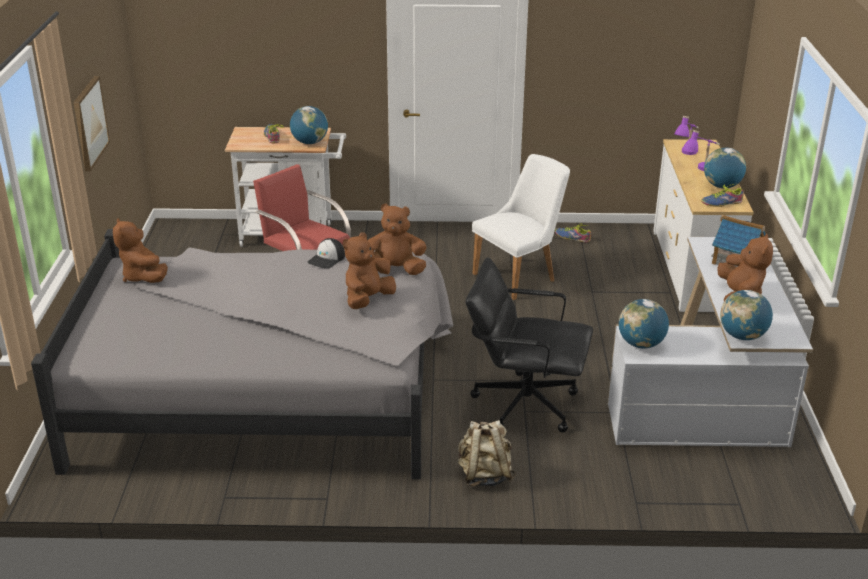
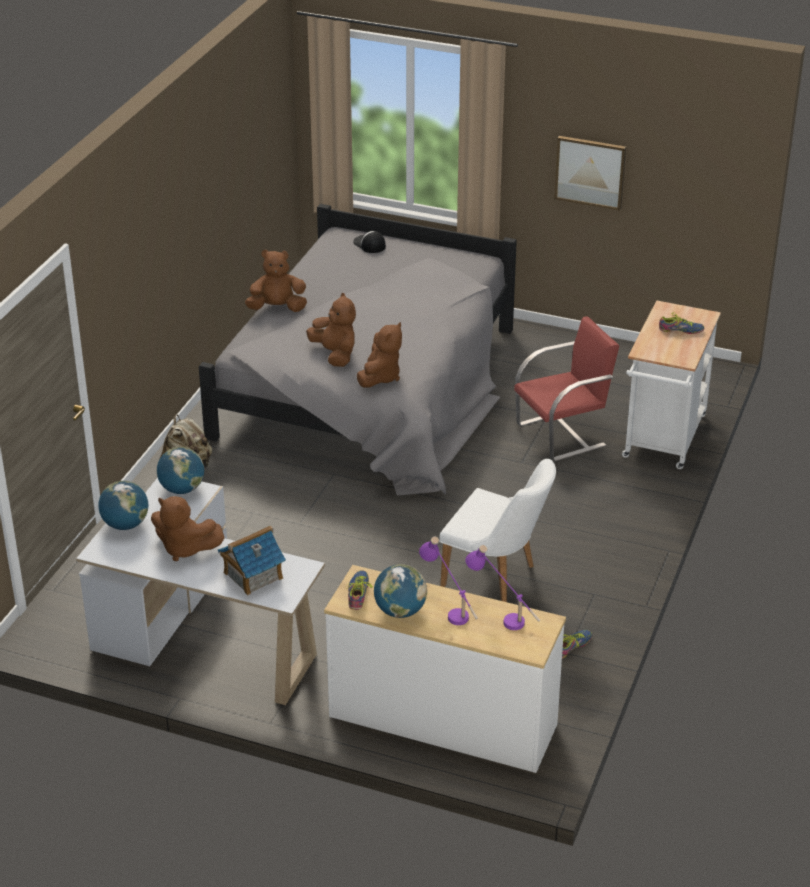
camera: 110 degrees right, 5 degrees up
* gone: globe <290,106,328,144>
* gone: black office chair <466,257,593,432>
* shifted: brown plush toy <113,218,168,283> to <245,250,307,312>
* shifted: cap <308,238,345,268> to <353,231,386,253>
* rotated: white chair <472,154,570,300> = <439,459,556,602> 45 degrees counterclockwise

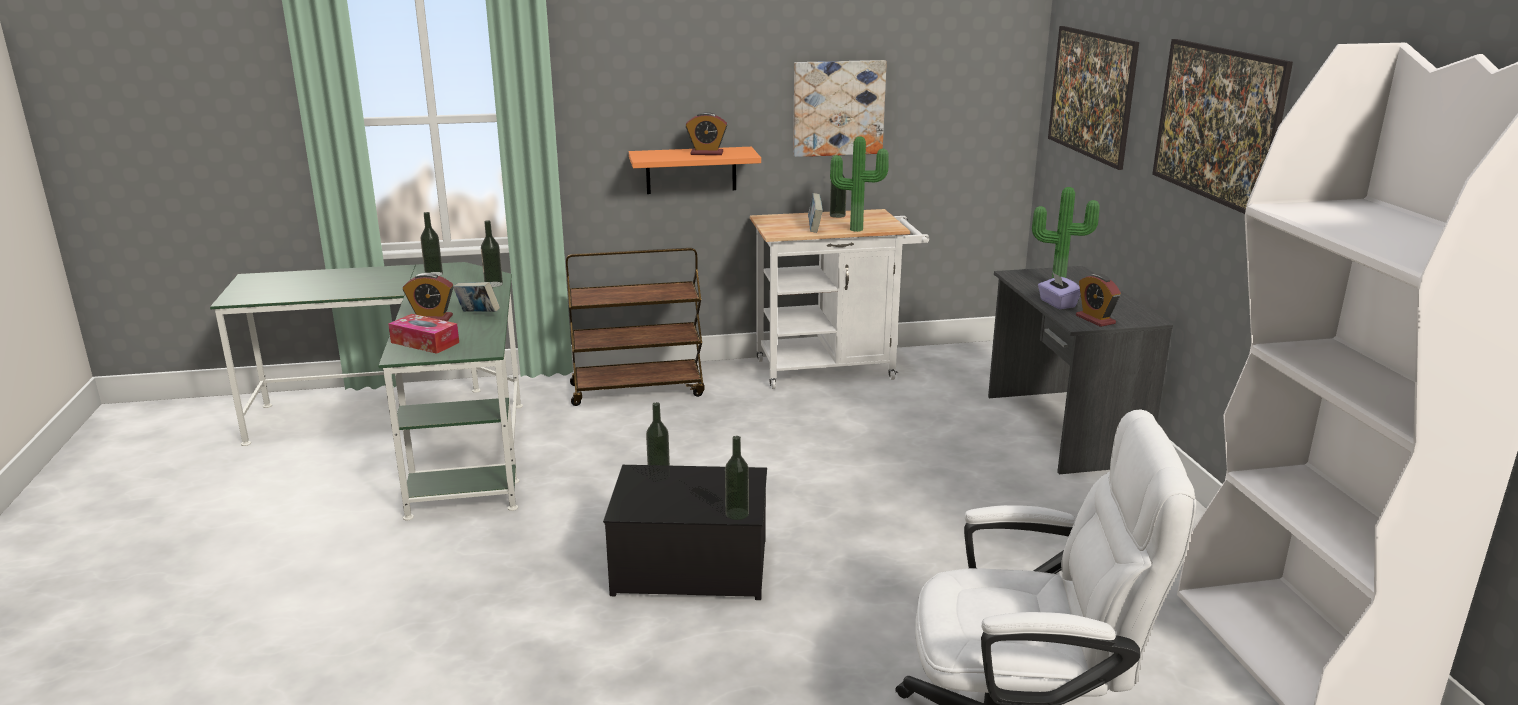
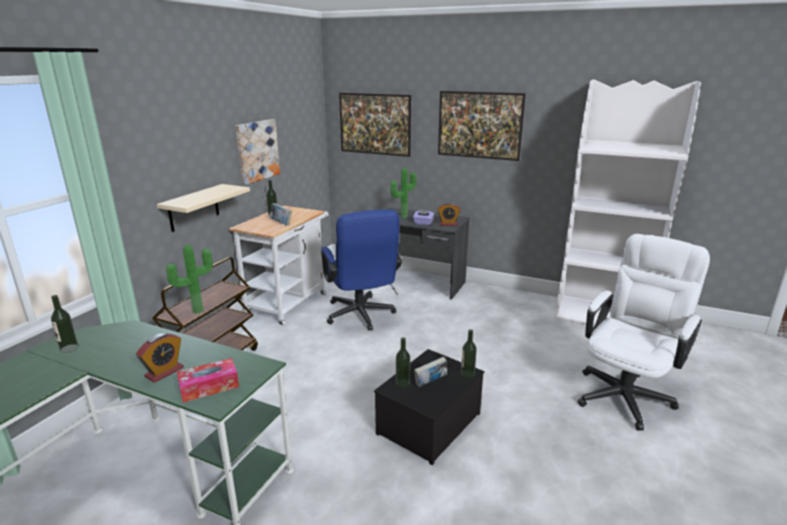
camera: 55 degrees left, 0 degrees up
* gone: bottle <481,220,503,287>
* gone: alarm clock <686,112,727,155>
* new: blue office chair <321,210,402,331>
* shifted: book <453,282,500,312> to <414,357,447,387>
* shifted: potted plant <830,136,889,232> to <166,245,213,314>
* repainted: orange shelf <629,147,761,194> to beige shelf <157,184,250,232>

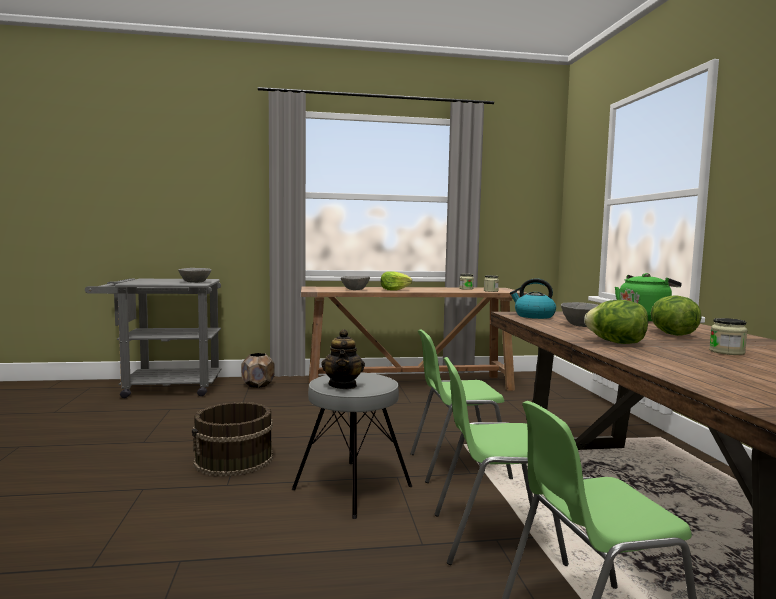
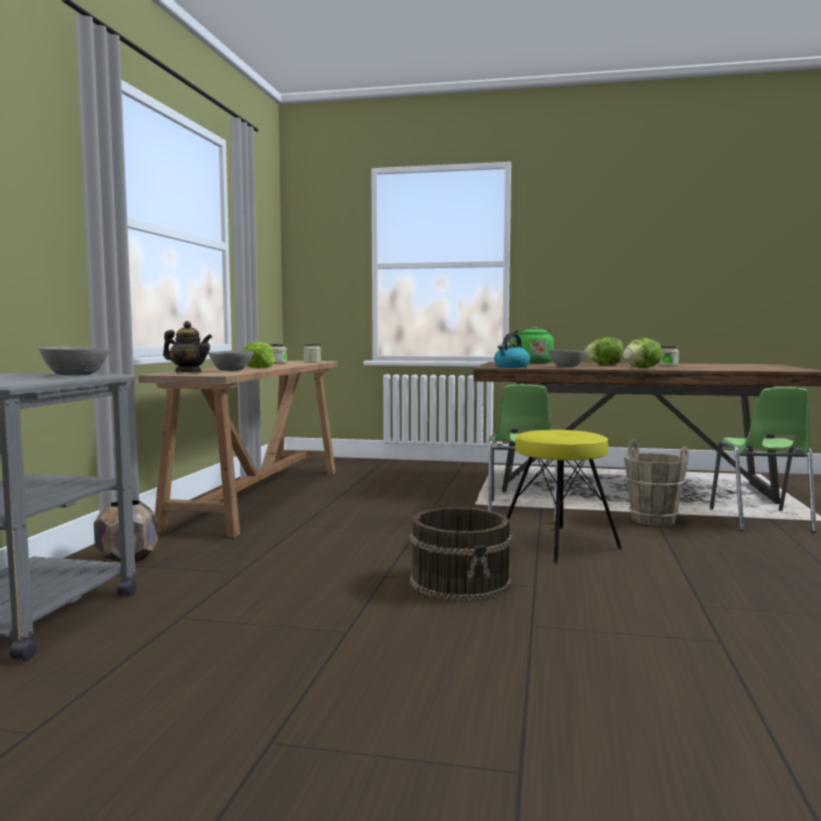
camera: 70 degrees left, 0 degrees up
* shifted: teapot <321,329,365,389> to <163,321,212,372>
* swapped: green chair <435,357,569,566> to brown bucket <624,440,689,526>
* repainted: grey stool <292,372,412,519> to yellow stool <507,430,622,563>

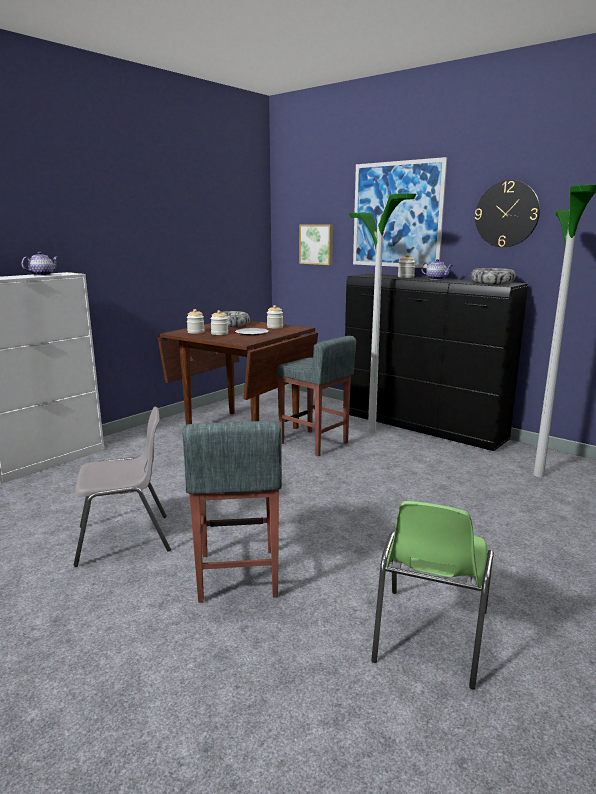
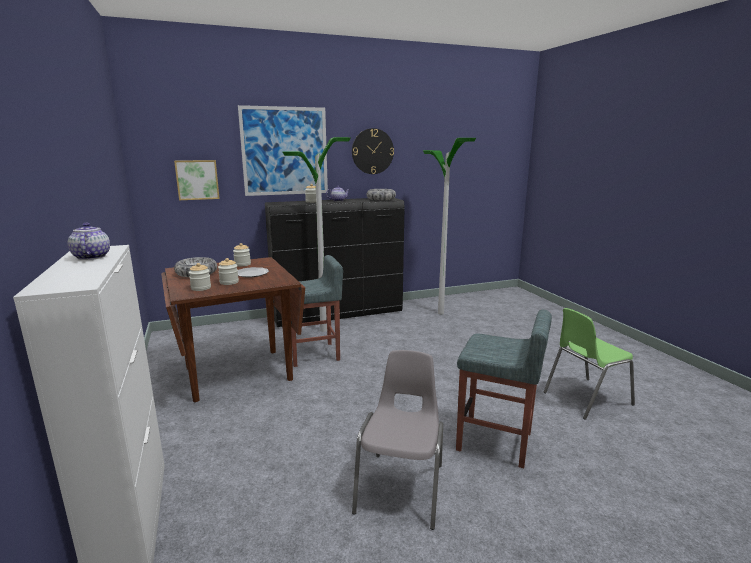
camera: 60 degrees left, 0 degrees up
* rotated: green chair <371,501,494,689> = <544,308,635,420> 105 degrees clockwise

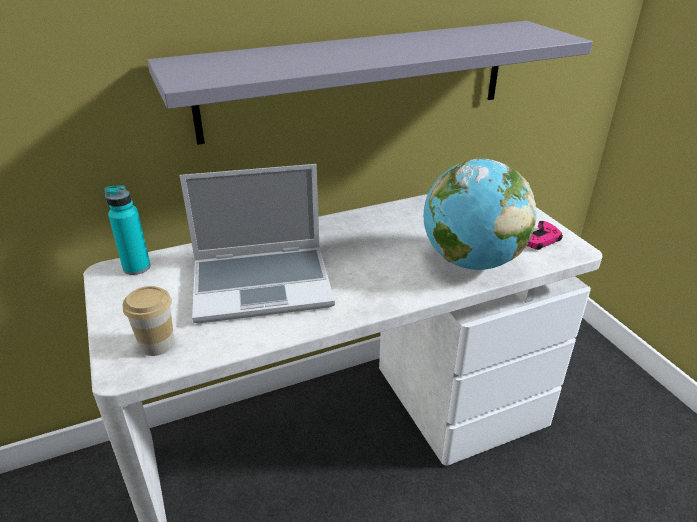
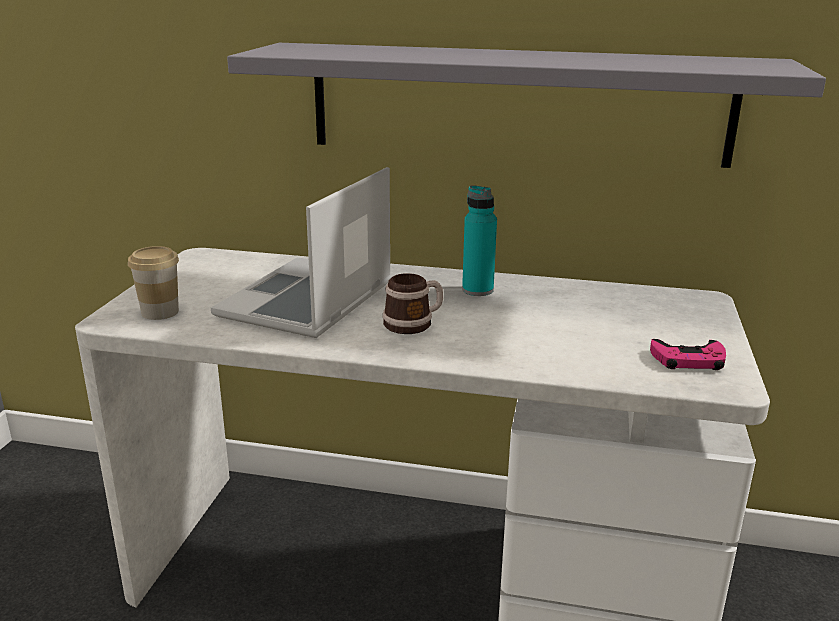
camera: 35 degrees right, 10 degrees down
* gone: globe <424,159,536,270>
* new: mug <383,273,443,334>
* shifted: turquoise bottle <104,185,151,275> to <462,185,497,296>
* rotated: laptop <180,164,335,323> = <211,167,391,338> 90 degrees clockwise

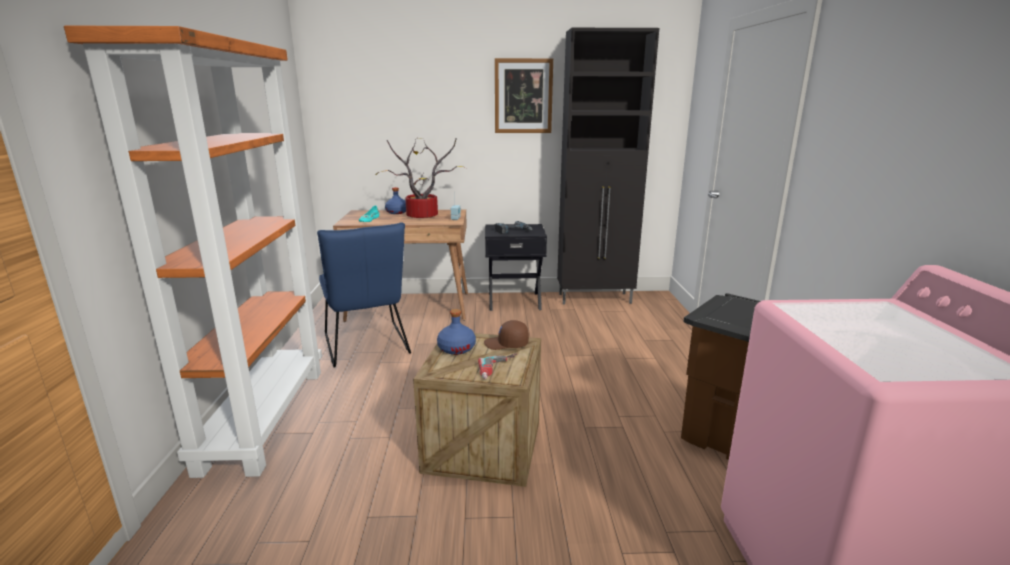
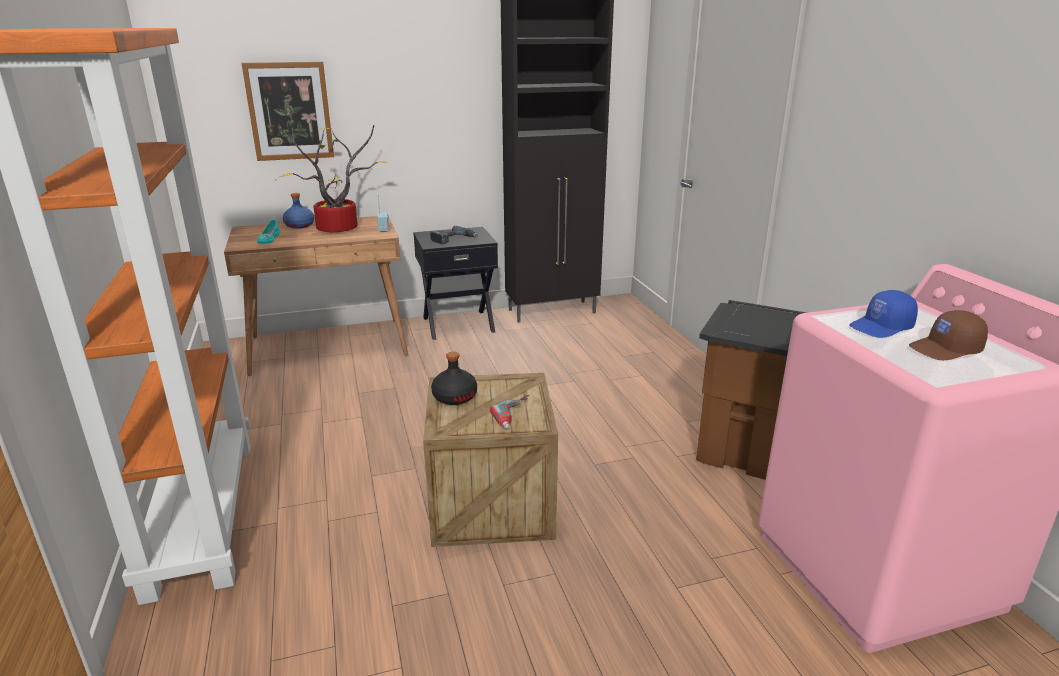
camera: 15 degrees left, 5 degrees up
* gone: blue chair <317,222,411,368>
* new: blue cap <849,290,918,338>
* shifted: brown cap <484,320,529,350> to <909,310,988,360>
* shifted: picture <495,58,553,133> to <242,62,334,161>
* repainted: blue bottle <437,309,476,355> to black bottle <431,351,477,405>

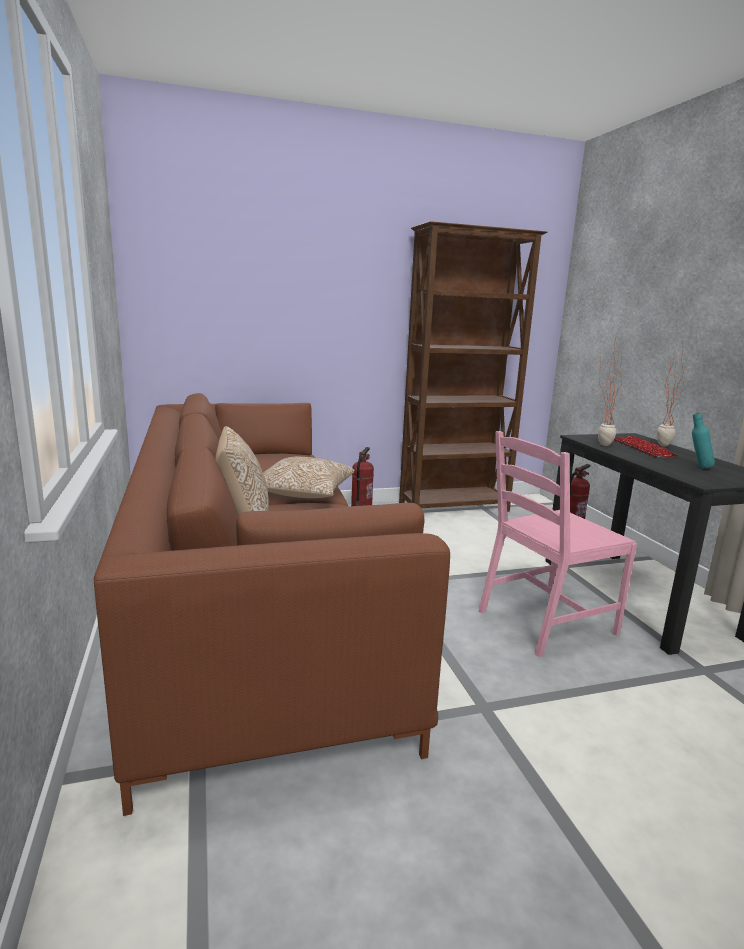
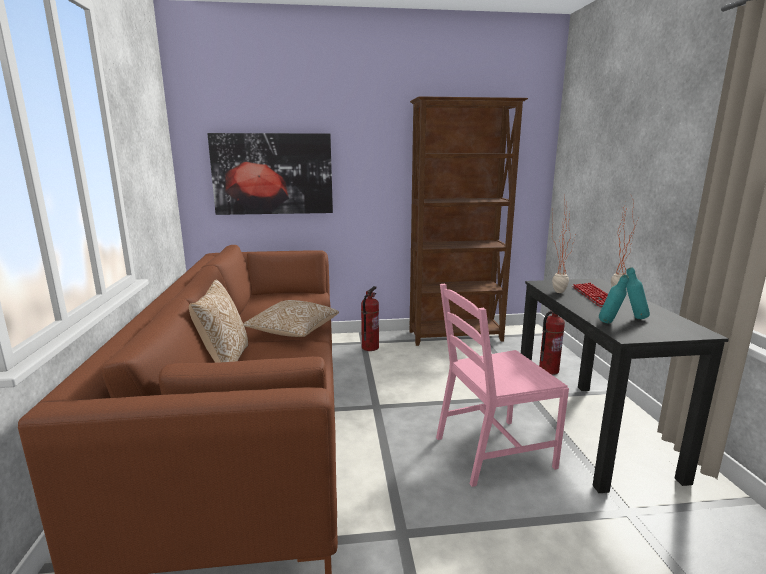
camera: 10 degrees right, 0 degrees up
* new: picture <207,133,333,215>
* new: turquoise bottle <599,275,629,323>

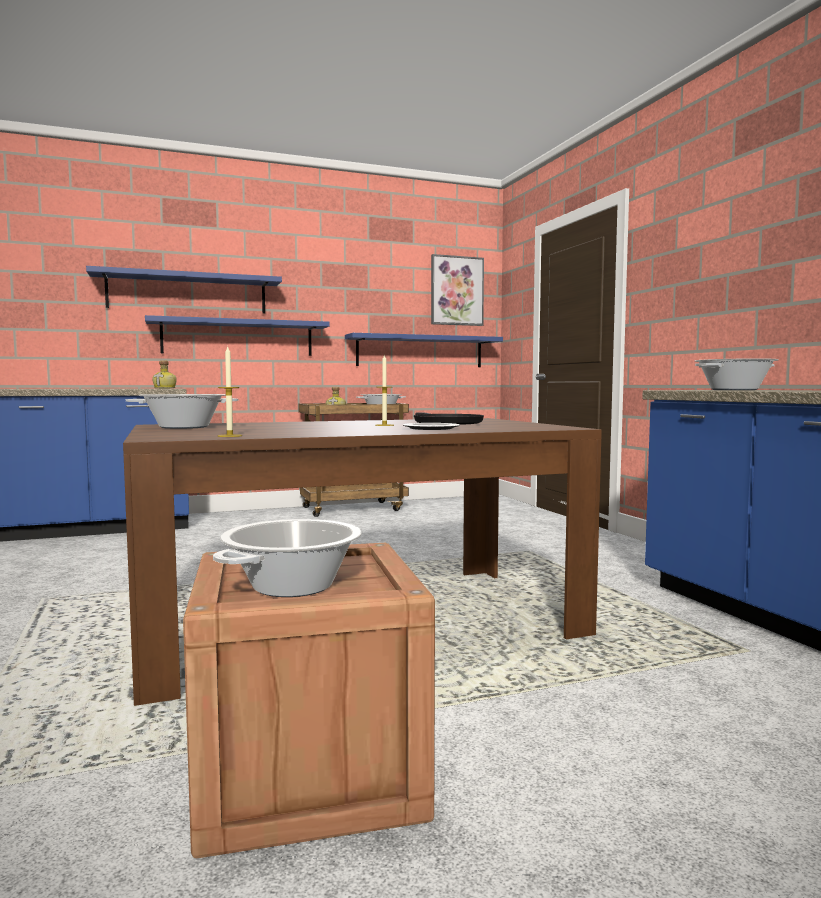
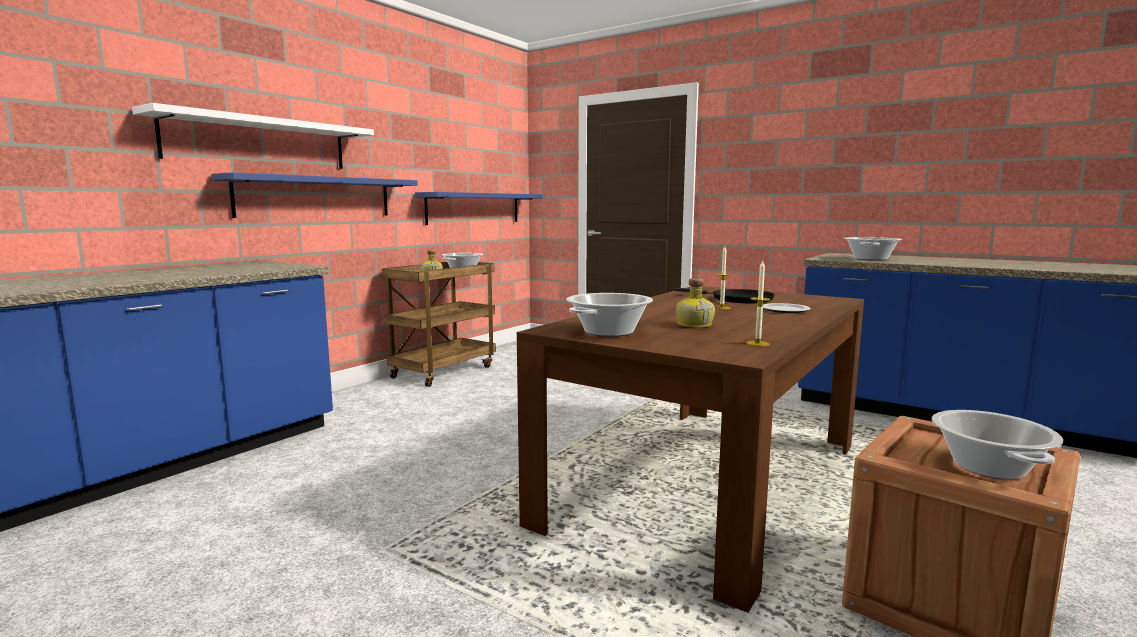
camera: 35 degrees left, 5 degrees up
* gone: picture <431,254,484,326>
* shifted: bottle <152,360,177,388> to <676,278,715,328>
* repainted: blue shelf <86,266,282,314> to white shelf <132,103,374,169>

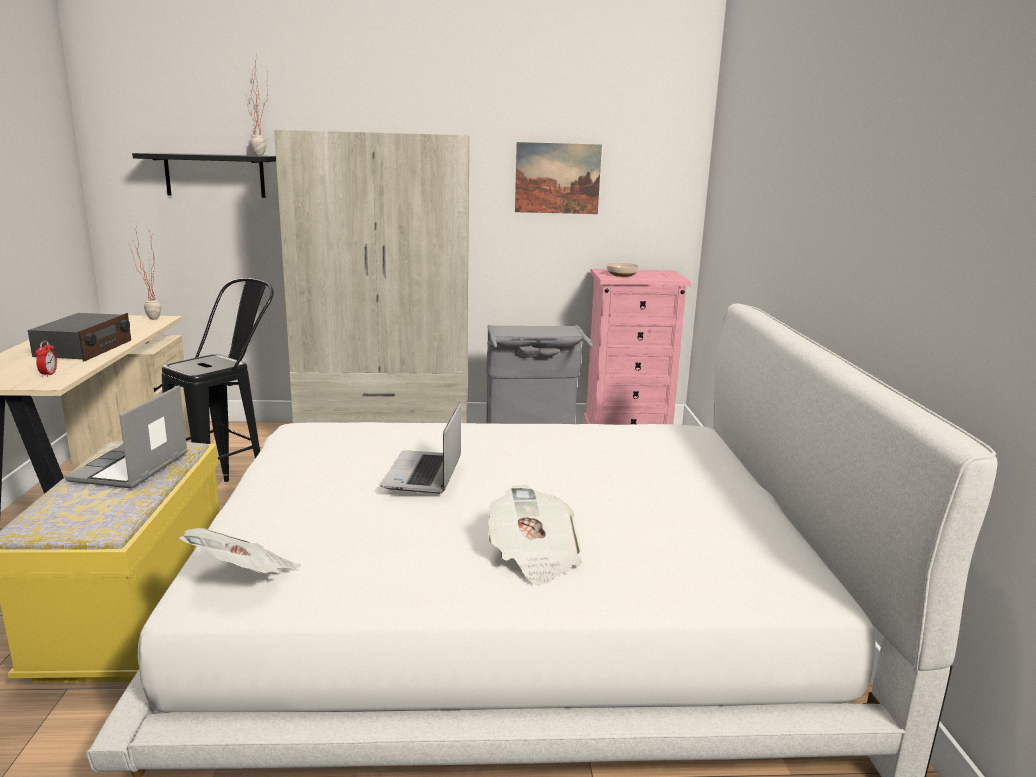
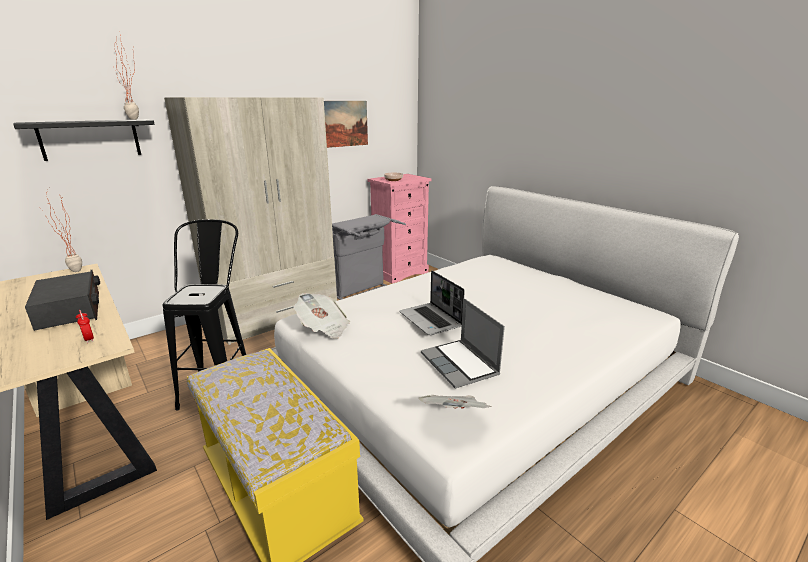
camera: 35 degrees left, 5 degrees up
* shifted: laptop <65,385,188,489> to <421,298,505,389>
* shifted: newspaper <487,485,582,586> to <294,293,350,339>

